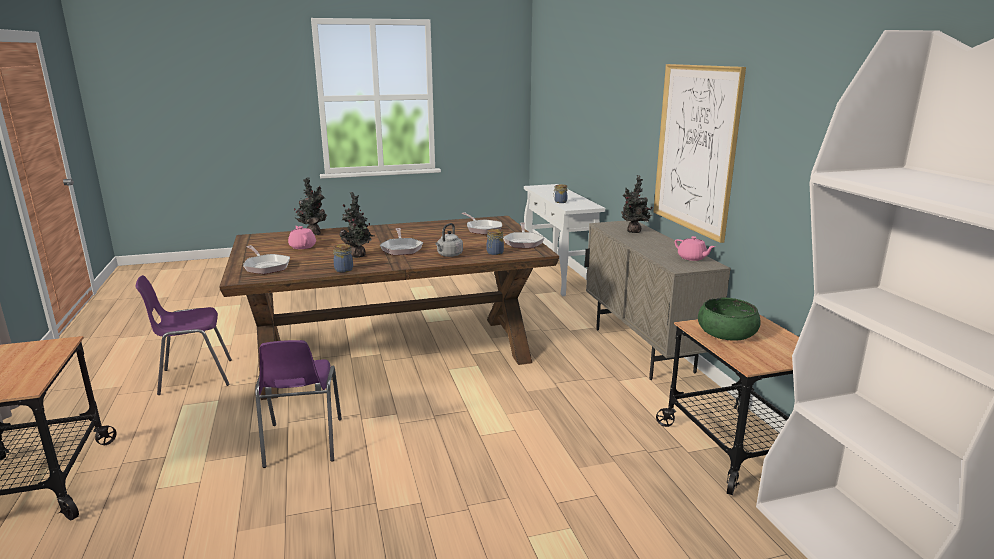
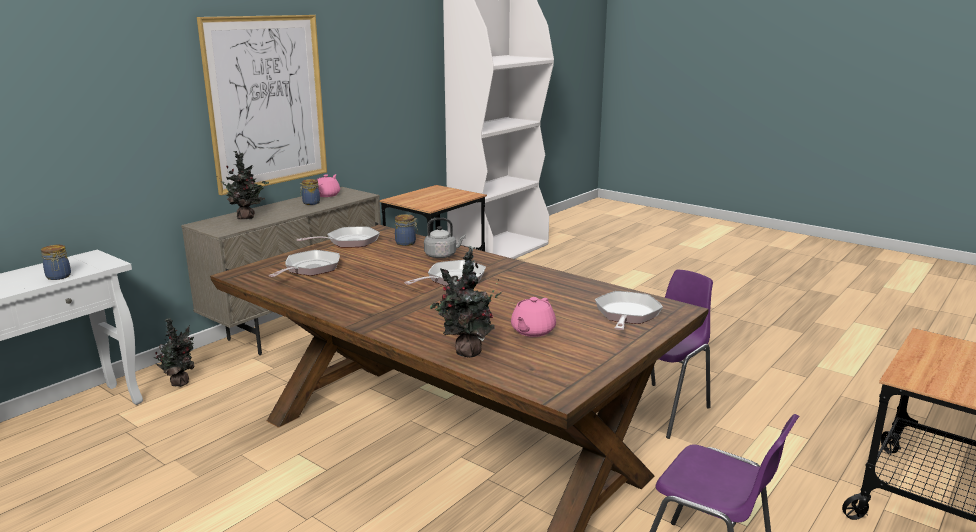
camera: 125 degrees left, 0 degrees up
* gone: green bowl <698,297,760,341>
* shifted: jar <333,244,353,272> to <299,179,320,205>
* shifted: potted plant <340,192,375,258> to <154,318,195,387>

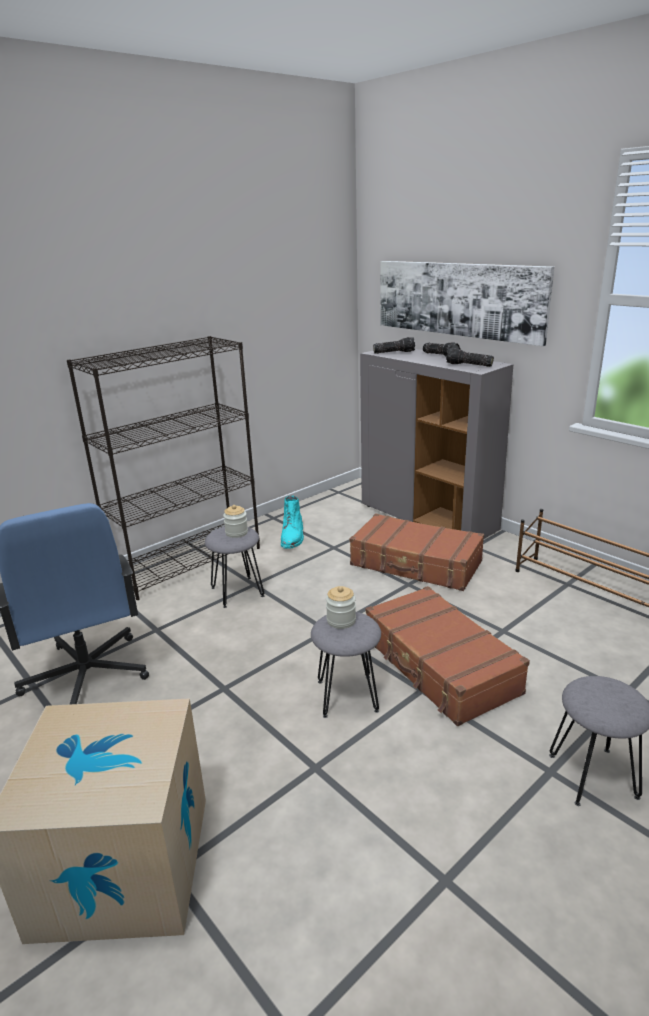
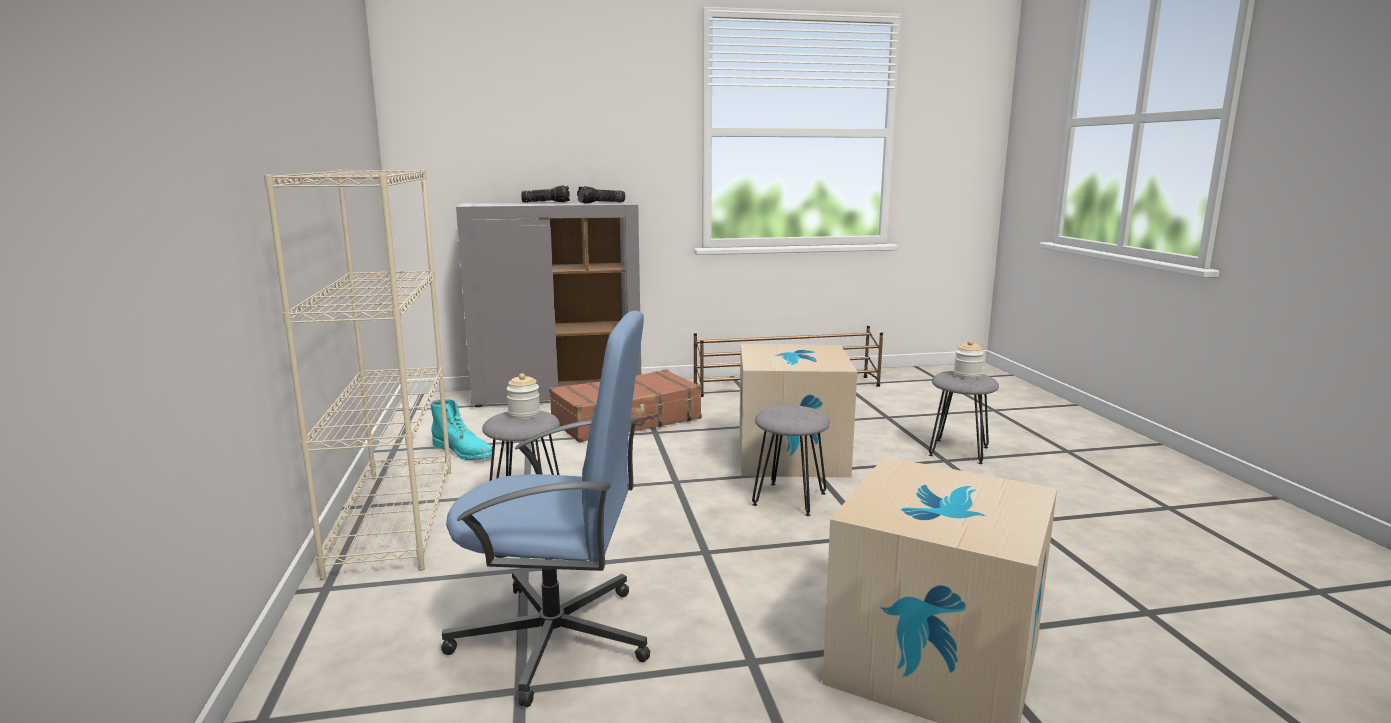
camera: 60 degrees left, 10 degrees down
* gone: flashlight <373,337,415,354>
* gone: picture <380,261,554,346>
* shifted: jar <326,586,356,629> to <954,340,984,379>
* swapped: brown suitcase <366,586,530,726> to cardboard box <739,344,857,478>
* repainted: black bookcase <67,336,260,600> to beige bookcase <264,169,451,580>

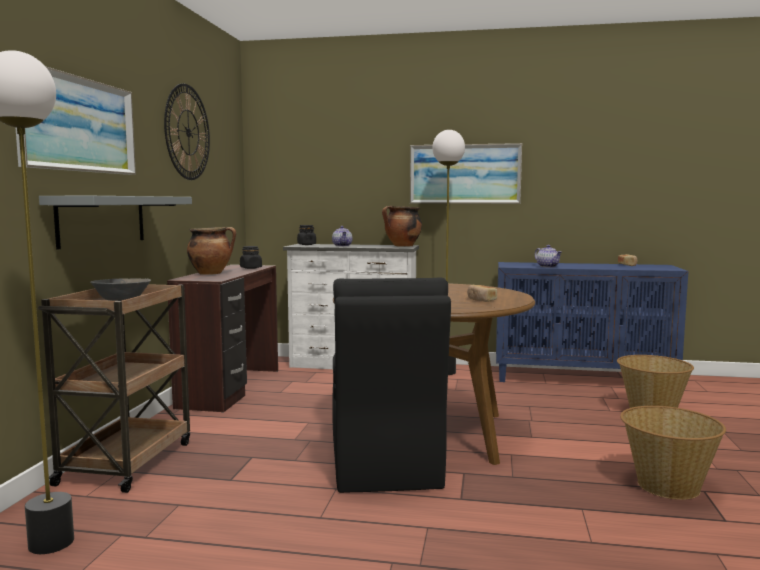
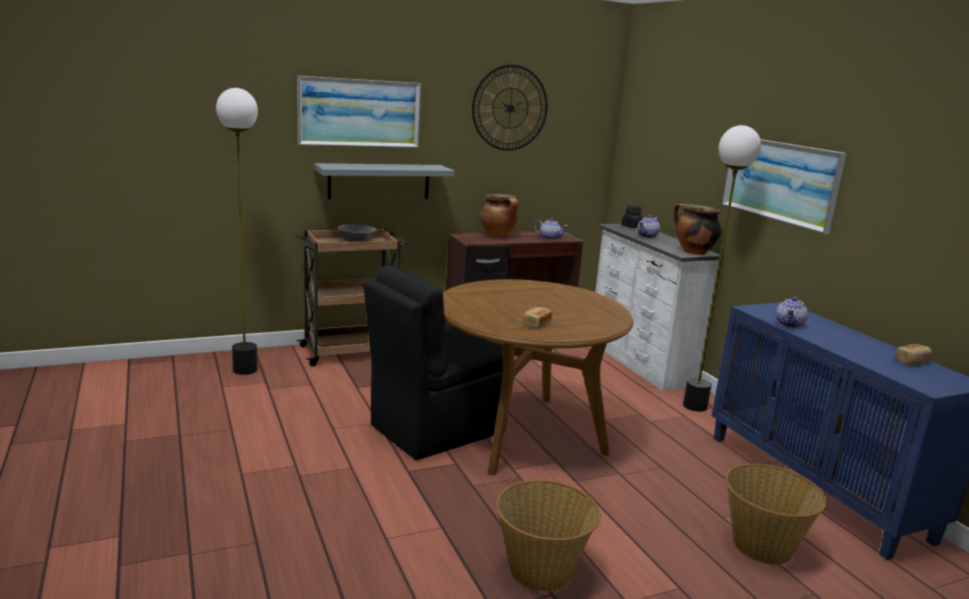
camera: 55 degrees right, 10 degrees up
* swapped: black jar <240,246,262,269> to teapot <534,218,568,240>

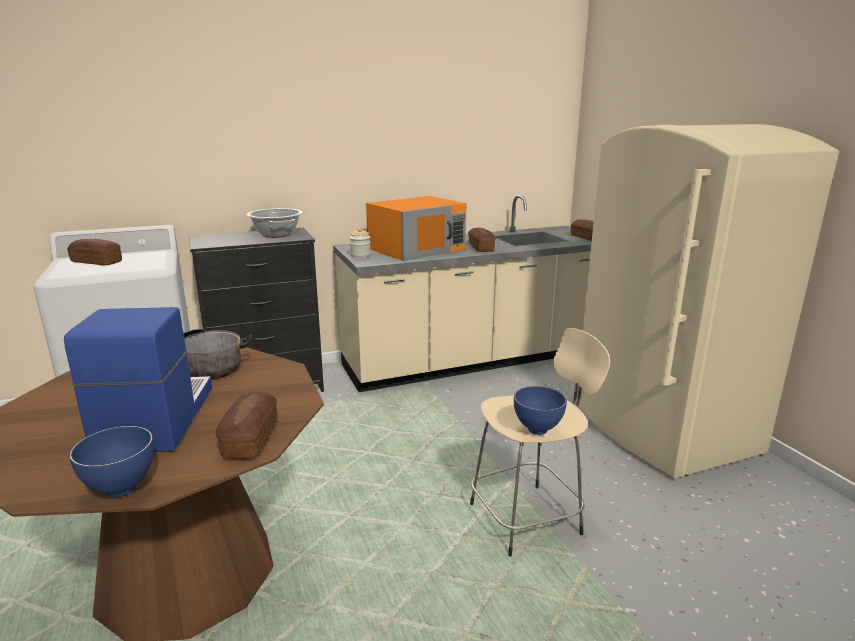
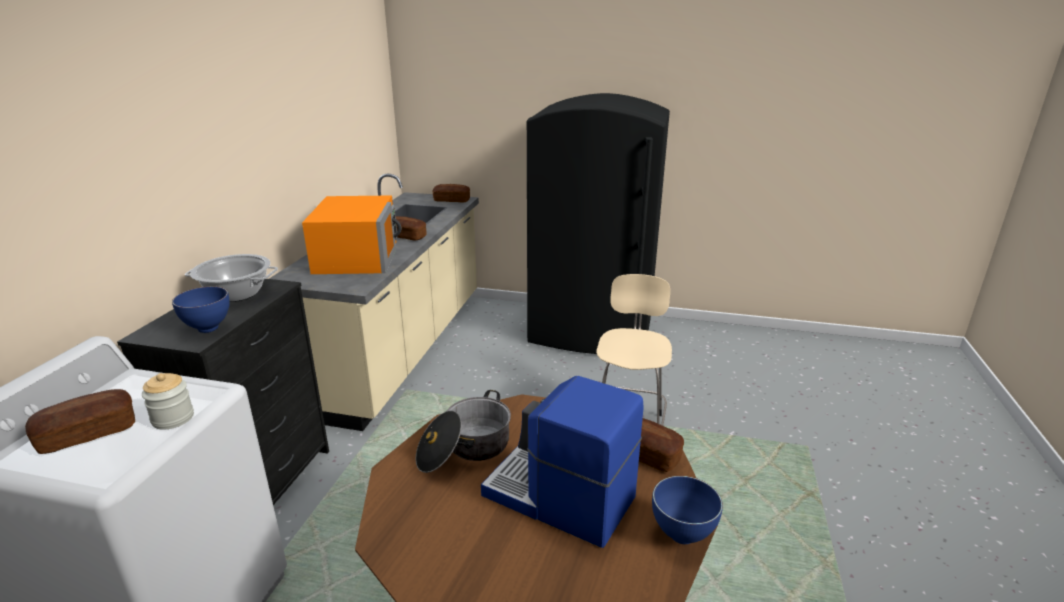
camera: 55 degrees left, 5 degrees up
* shifted: jar <349,228,371,258> to <142,373,194,430>
* shifted: blue bowl <514,386,567,435> to <172,286,230,333>
* repainted: beige fridge <576,124,839,478> to black fridge <527,93,670,354>

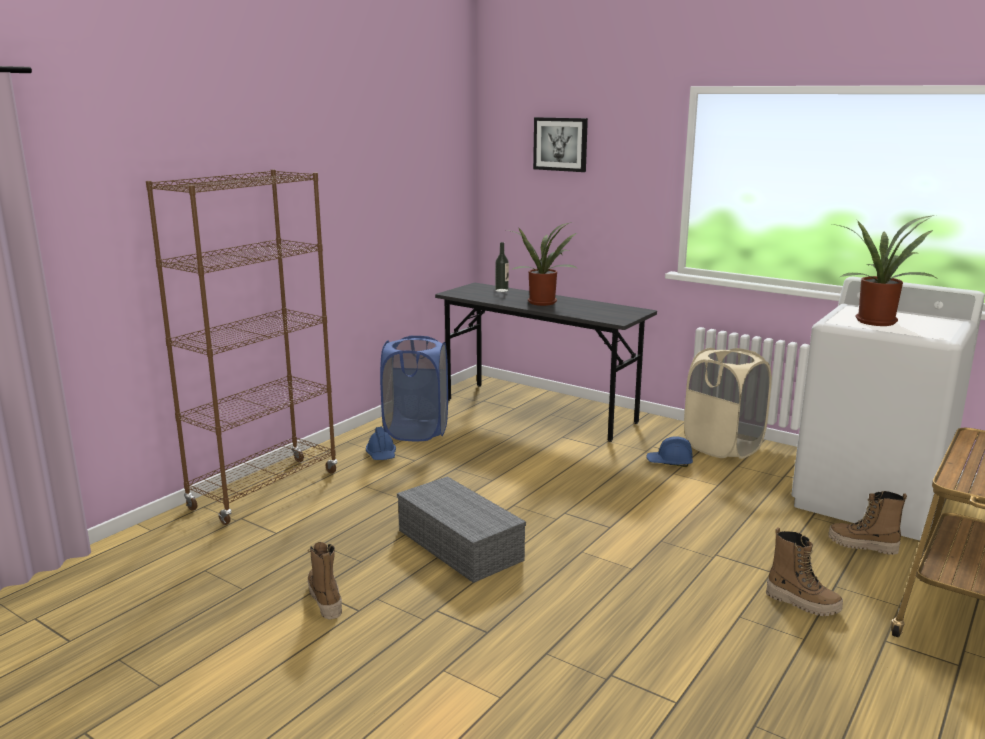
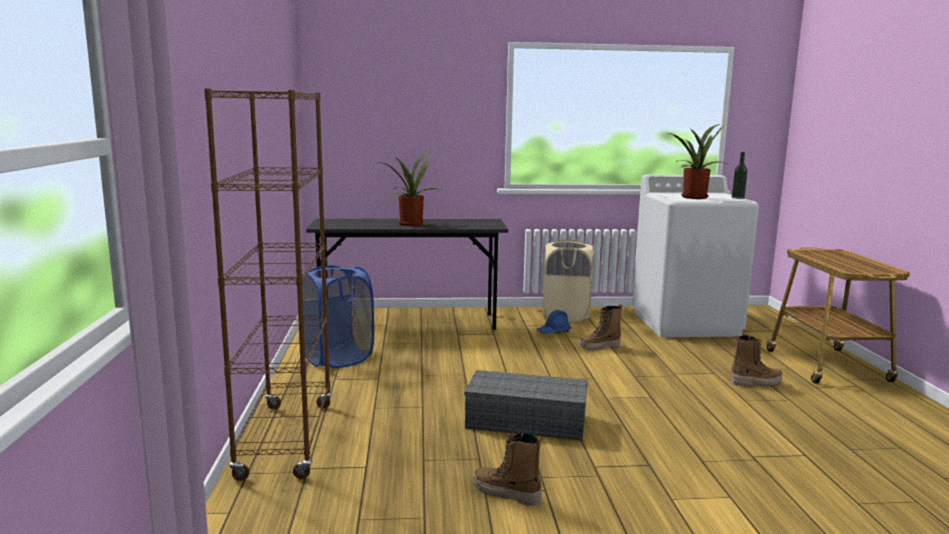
camera: 40 degrees left, 5 degrees down
* gone: blue hard hat <366,427,396,460>
* gone: picture <533,117,588,172>
* shifted: bottle <495,242,509,292> to <732,152,748,199>
* shifted: boot <828,491,907,555> to <578,304,622,350>

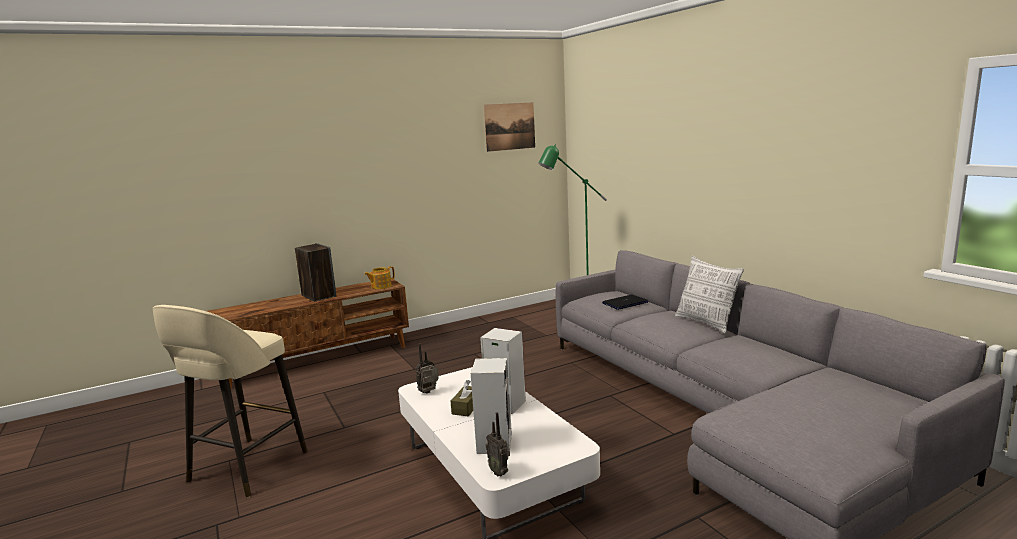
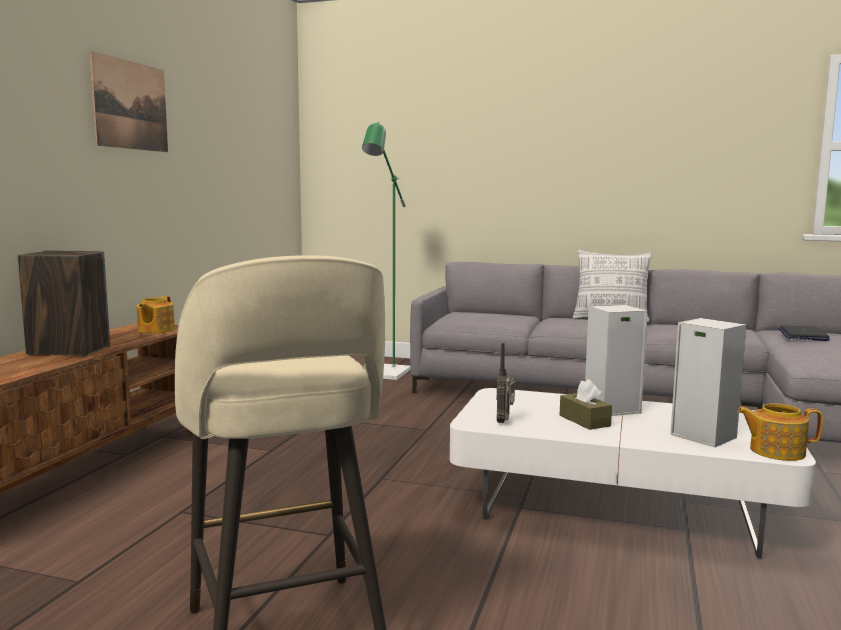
camera: 45 degrees left, 5 degrees down
* shifted: picture <484,102,535,152> to <90,51,168,152>
* shifted: laptop <602,295,648,310> to <778,326,830,341>
* swapped: radio <486,412,510,476> to teapot <737,403,823,461>

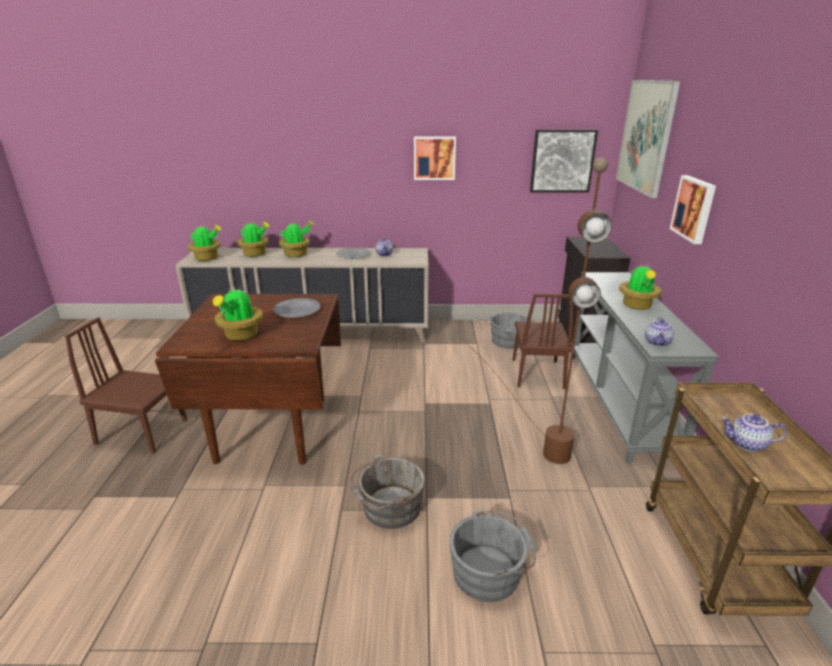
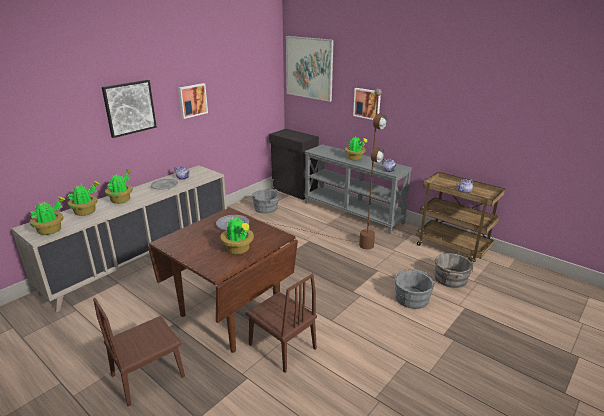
camera: 50 degrees left, 0 degrees up
* shifted: grey bucket <351,454,425,529> to <435,253,474,288>
* shifted: brown chair <513,294,573,389> to <245,274,317,373>
* shifted: picture <530,129,598,192> to <102,80,157,138>

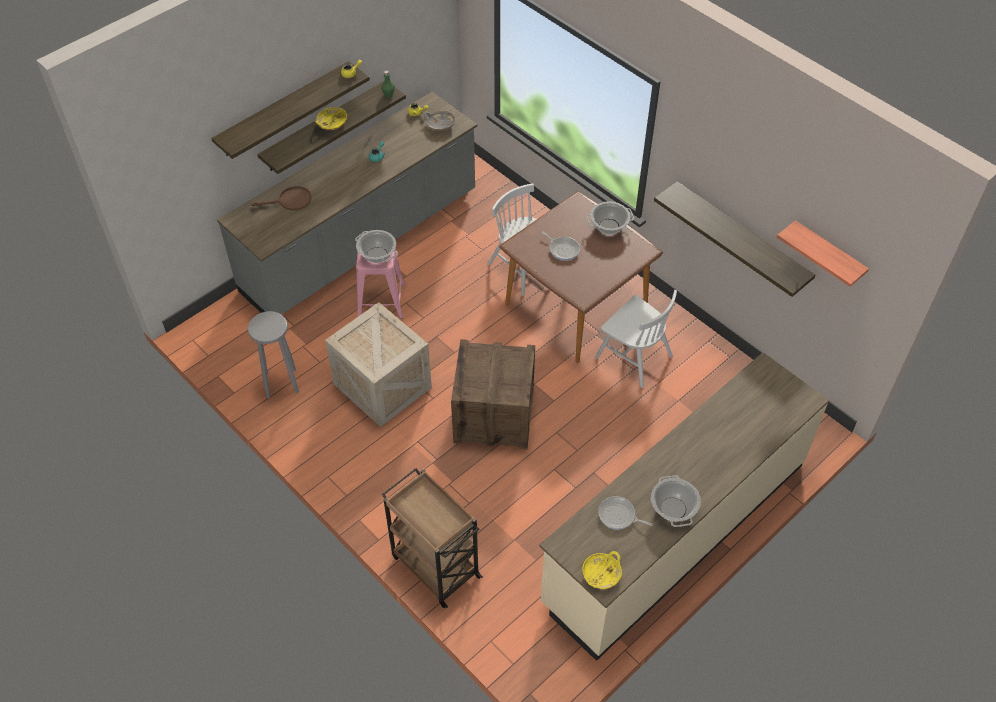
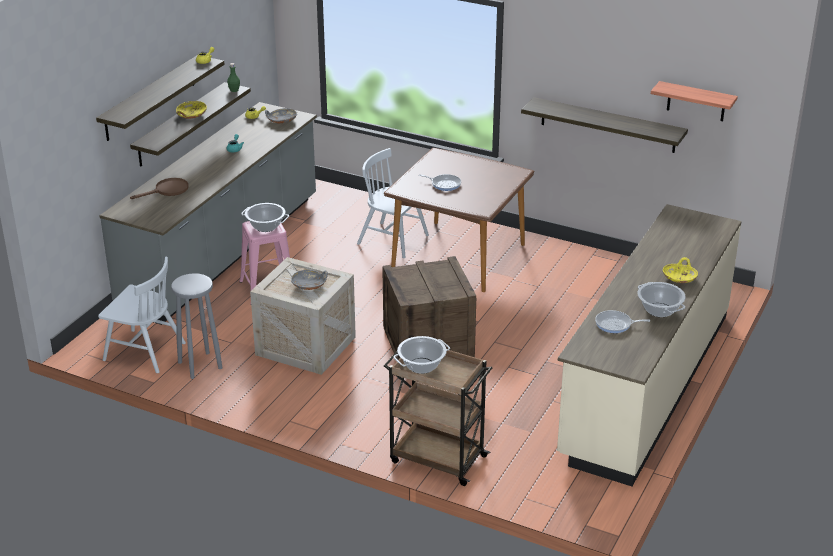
camera: 20 degrees left, 20 degrees down
* new: grey bowl <291,270,328,290>
* shifted: yellow bowl <582,551,622,589> to <663,257,698,283>
* shifted: cooking pot <586,201,634,234> to <393,336,450,374>
* shifted: white chair <595,290,677,388> to <98,257,186,373>

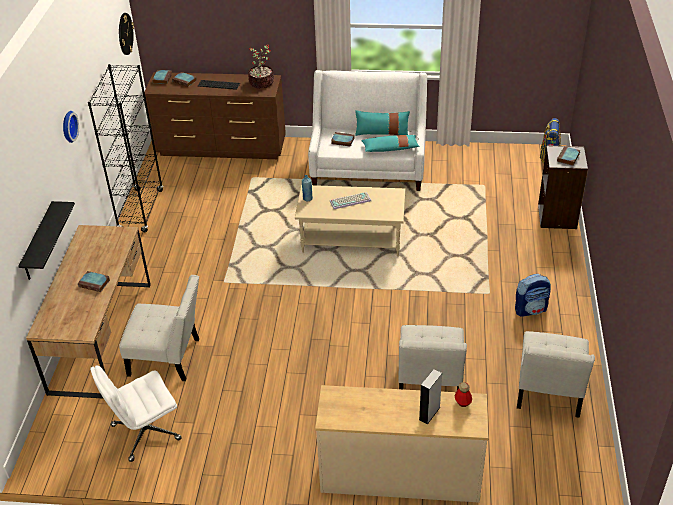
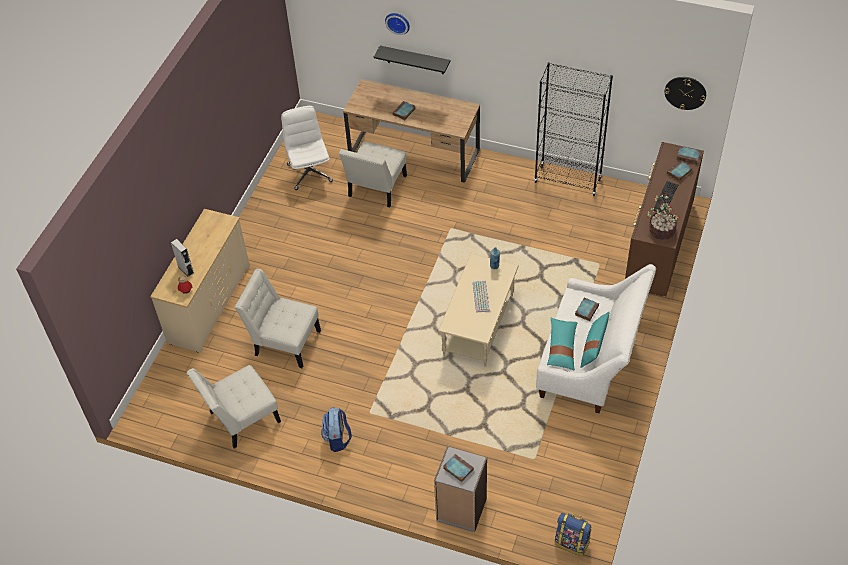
camera: 105 degrees right, 10 degrees up
* shifted: wall clock <63,111,79,143> to <385,13,410,35>
* rotated: white chair <517,331,595,418> = <187,365,281,448> 60 degrees counterclockwise

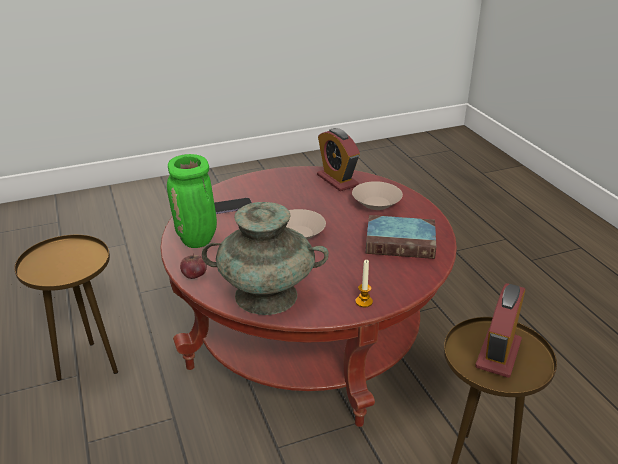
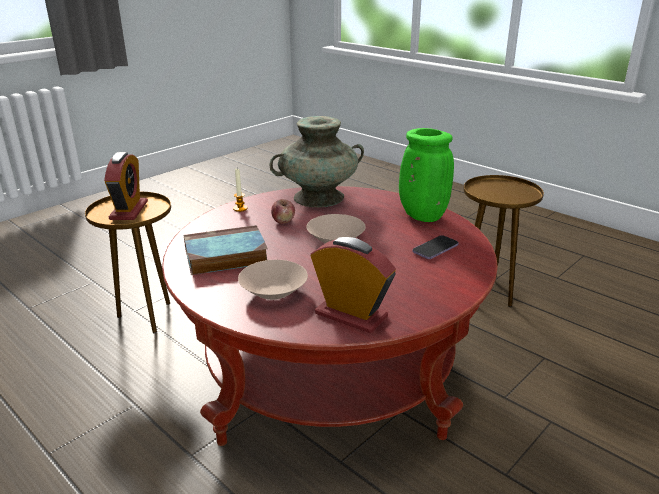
camera: 155 degrees right, 5 degrees down
* shifted: apple <180,253,207,279> to <271,199,295,224>

